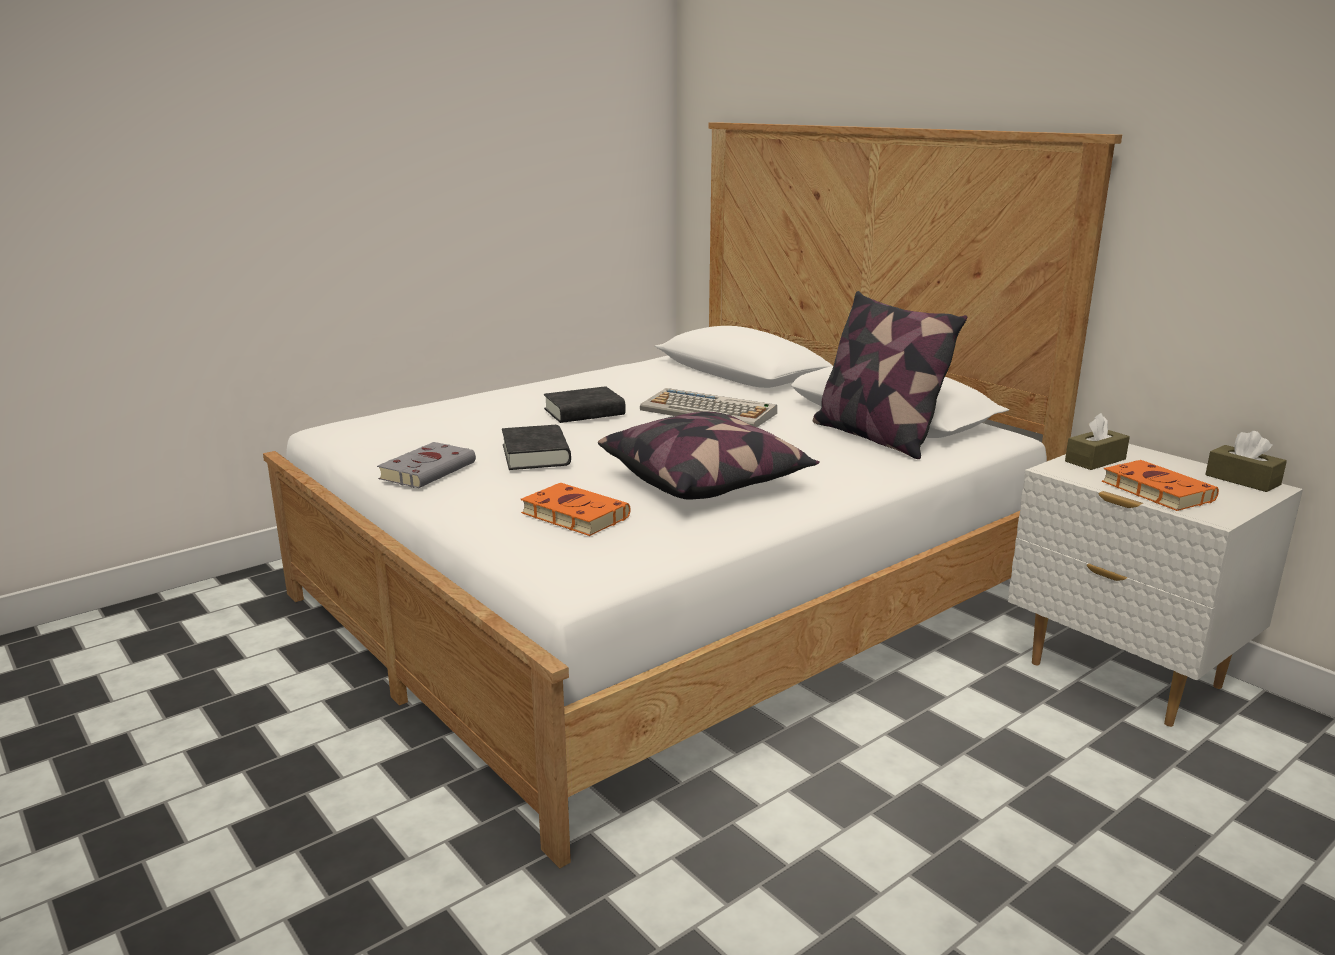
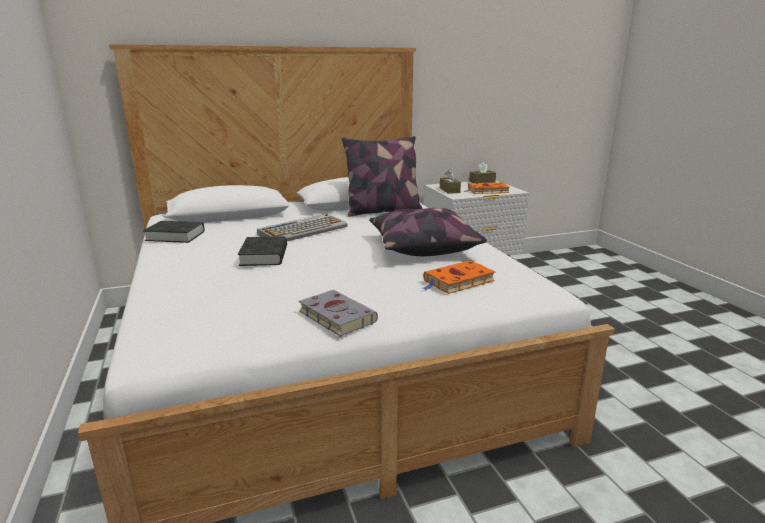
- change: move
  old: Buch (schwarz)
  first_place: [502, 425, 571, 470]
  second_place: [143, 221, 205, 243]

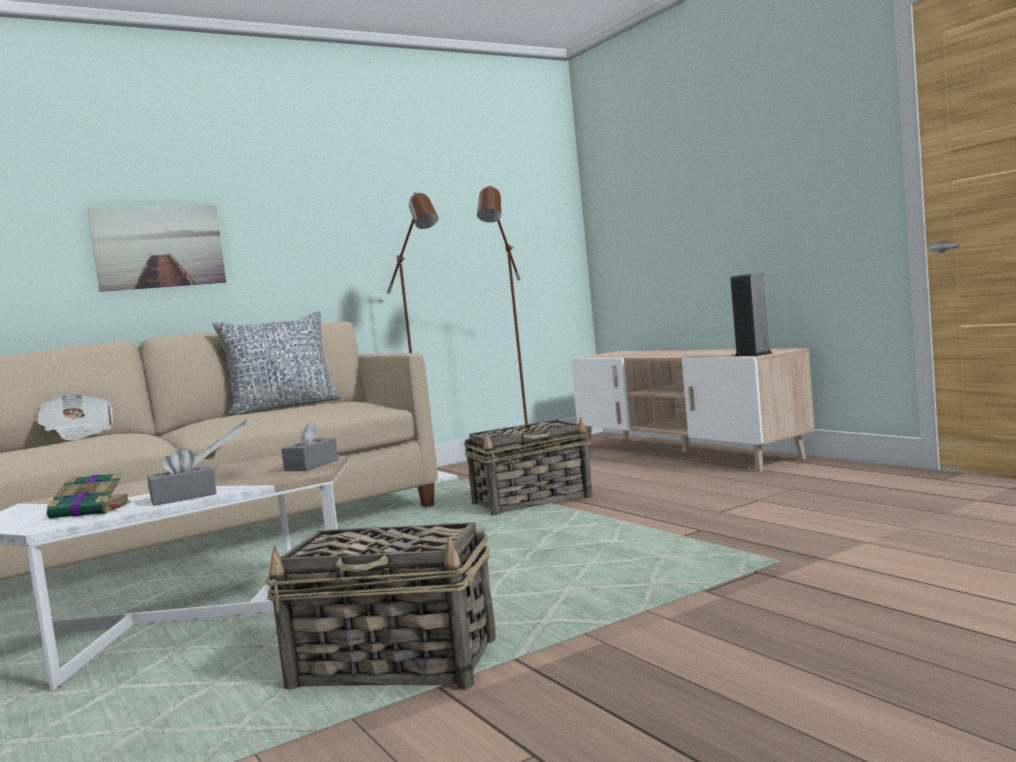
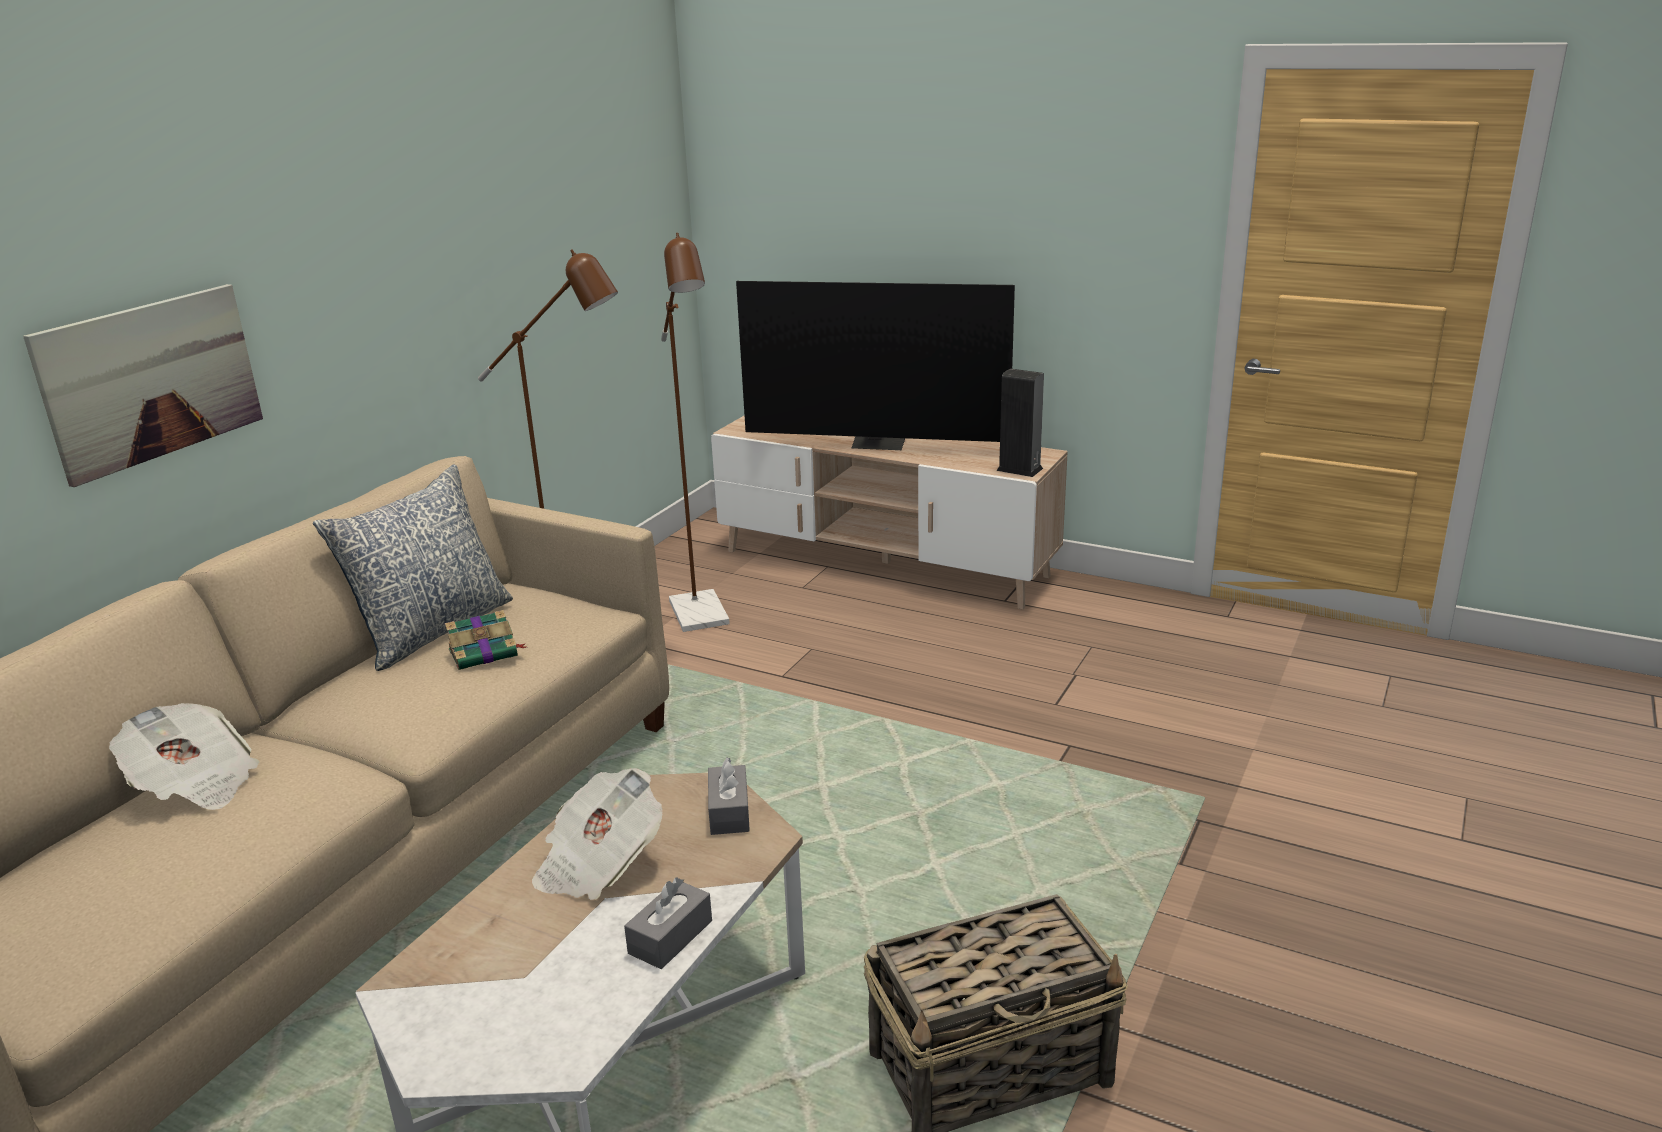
- change: move
  old: Buch
  first_place: [47, 472, 131, 519]
  second_place: [445, 610, 526, 670]
- change: delete
  old: Korb
  first_place: [464, 417, 593, 515]
- change: insert
  new: Fernseher
  second_place: [736, 281, 1015, 450]

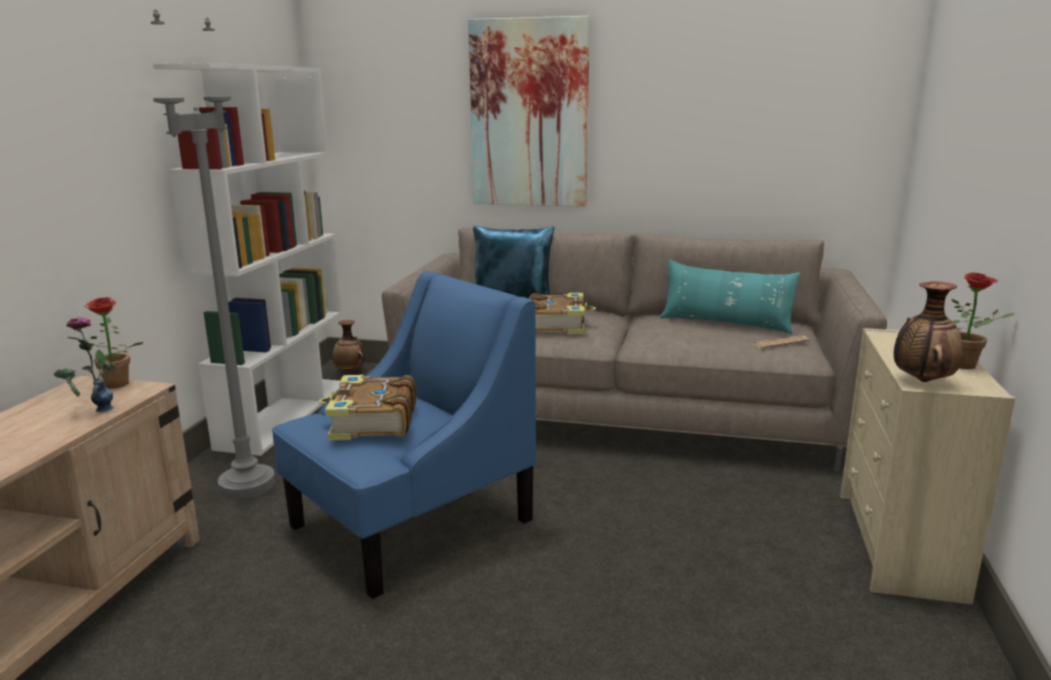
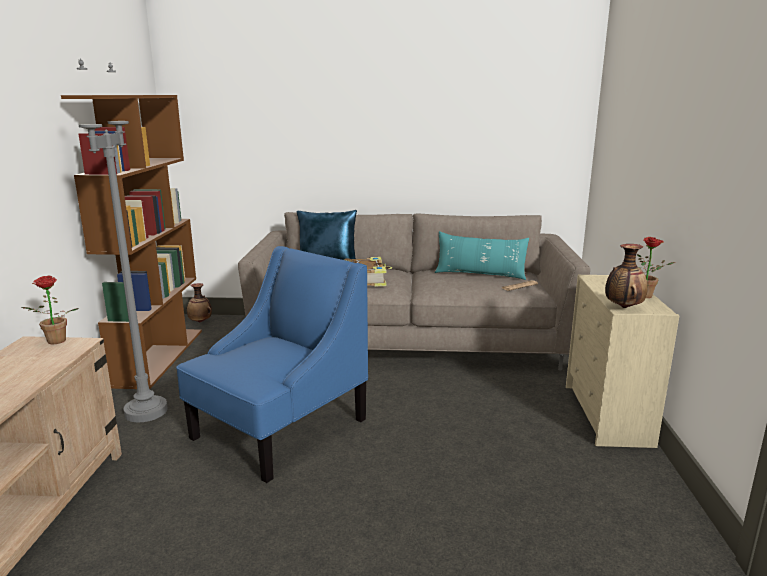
- change: delete
  old: Vase
  first_place: [53, 317, 117, 412]
- change: recolor
  old: Bücherregal (weiß)
  new: Bücherregal (braun)
  first_place: [153, 63, 342, 456]
  second_place: [61, 95, 202, 389]
- change: delete
  old: Buch
  first_place: [319, 375, 416, 440]
- change: delete
  old: Bild
  first_place: [468, 16, 590, 207]

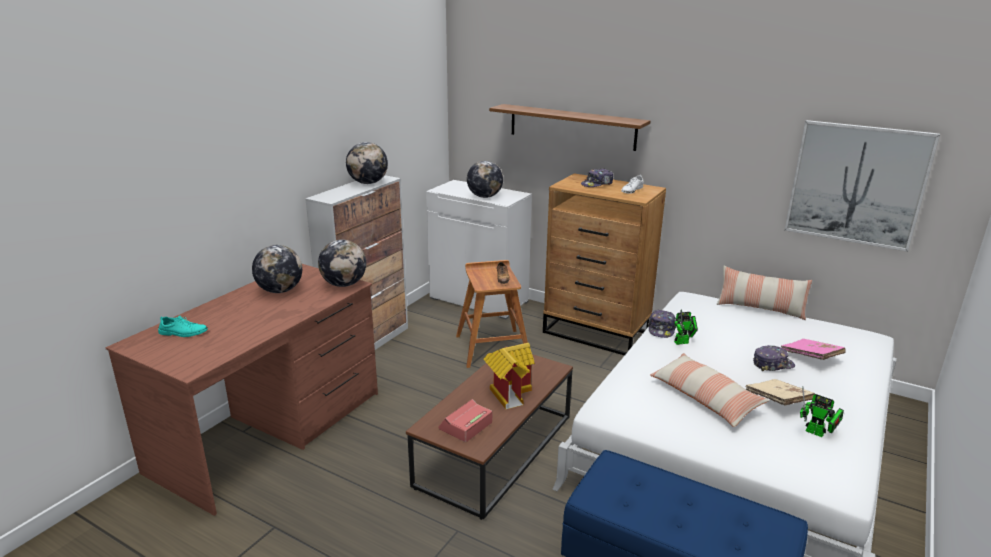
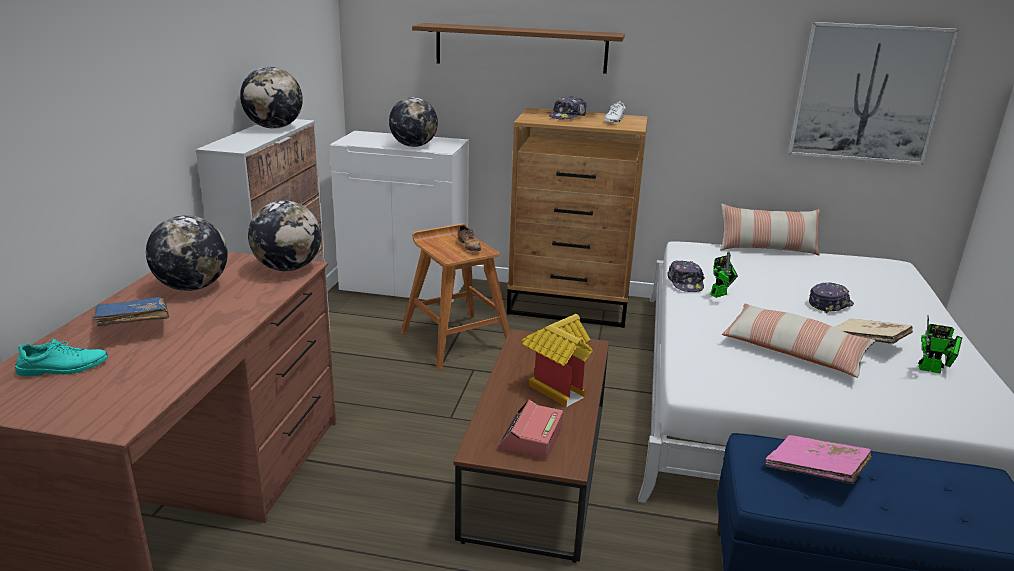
- change: move
  old: Buch (rosa)
  first_place: [781, 339, 846, 360]
  second_place: [765, 435, 872, 484]
- change: insert
  new: Buch (blau)
  second_place: [94, 297, 169, 327]

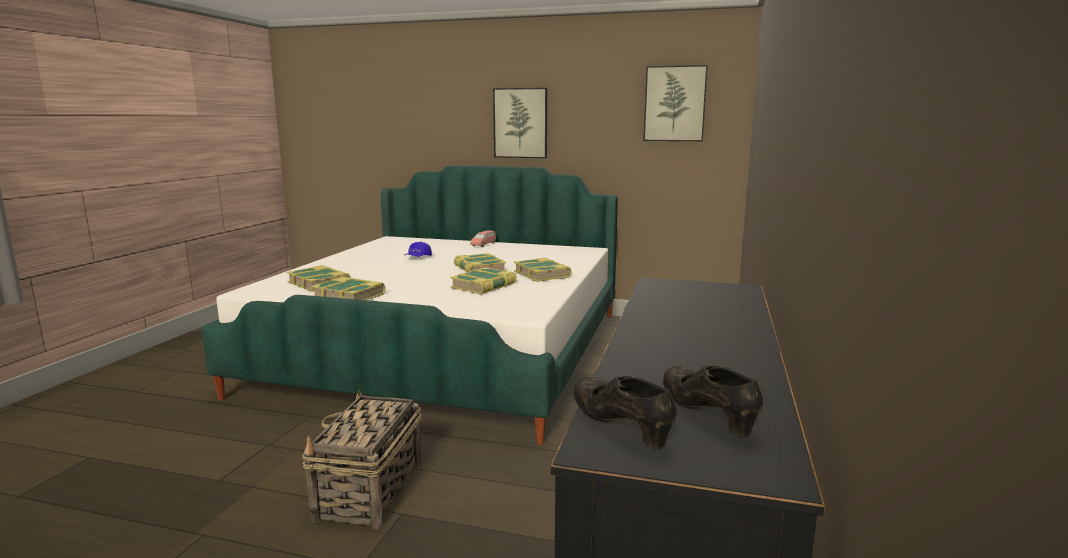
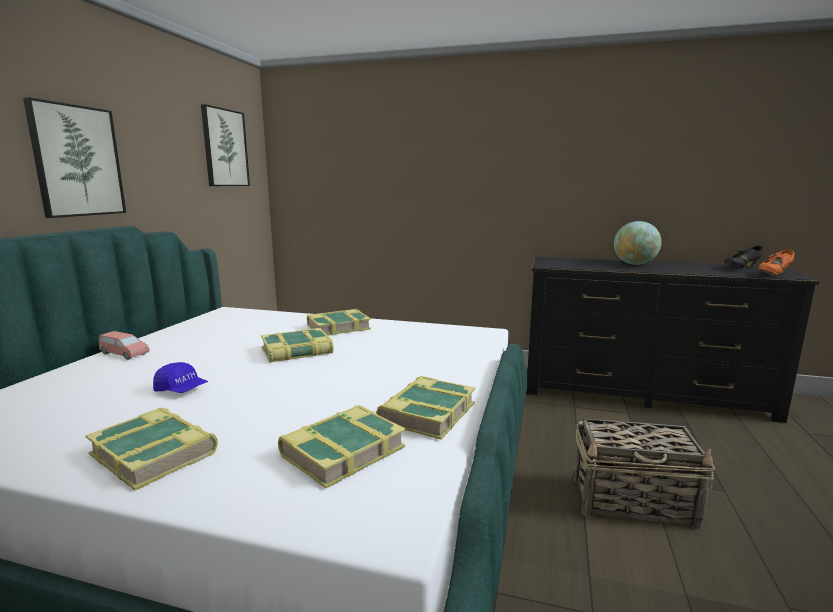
- change: move
  old: Buch
  first_place: [450, 267, 517, 295]
  second_place: [85, 408, 218, 491]
- change: recolor
  old: Schuh (schwarz)
  new: Schuh (orange)
  first_place: [574, 375, 677, 449]
  second_place: [759, 249, 794, 275]
- change: insert
  new: Globus
  second_place: [614, 221, 662, 265]

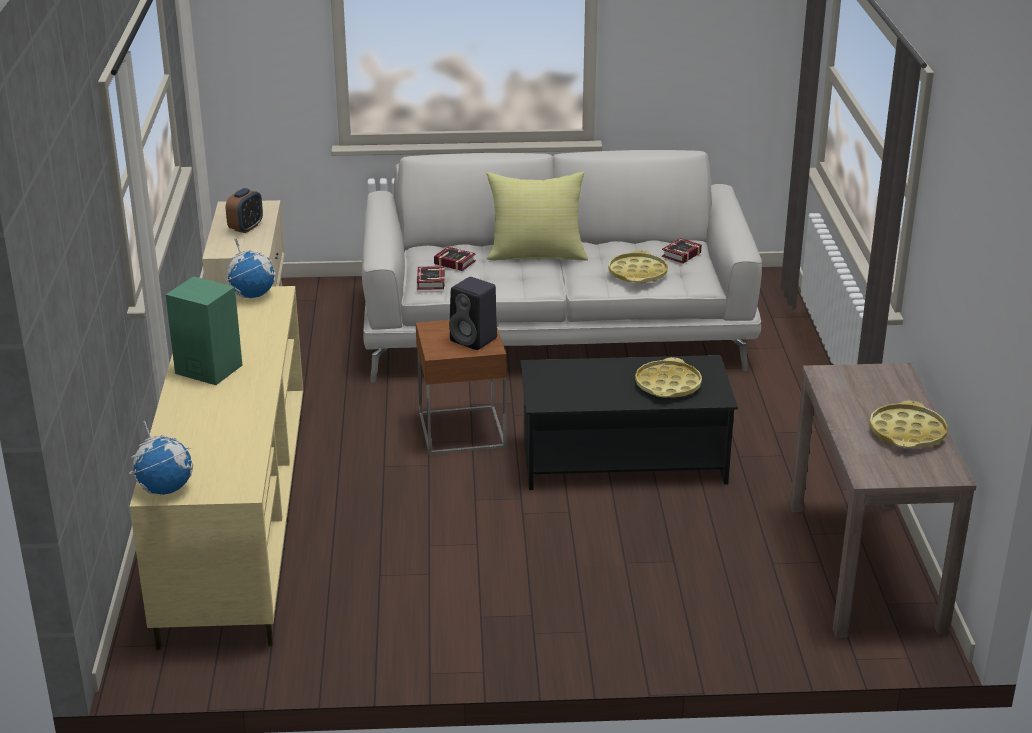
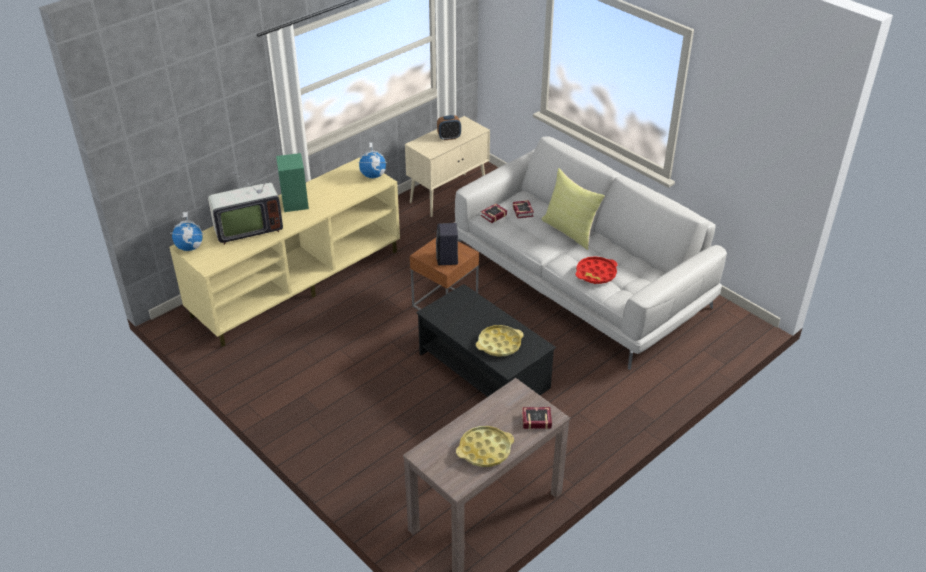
- change: recolor
  old: Tablett (gelb)
  new: Tablett (rot)
  first_place: [608, 250, 668, 283]
  second_place: [575, 256, 618, 284]
- change: move
  old: Buch
  first_place: [662, 238, 702, 264]
  second_place: [522, 407, 552, 429]
- change: insert
  new: Fernseher
  second_place: [208, 160, 283, 245]

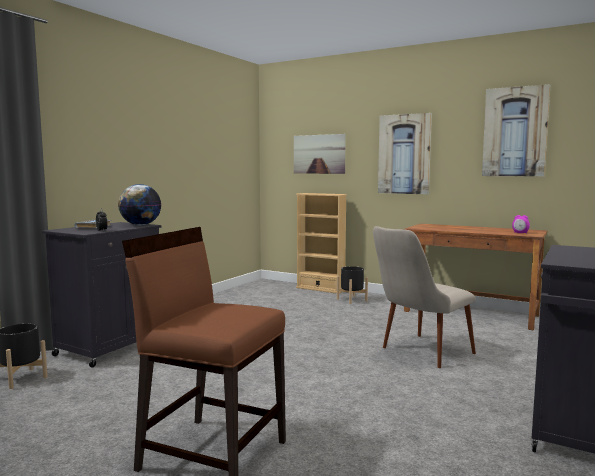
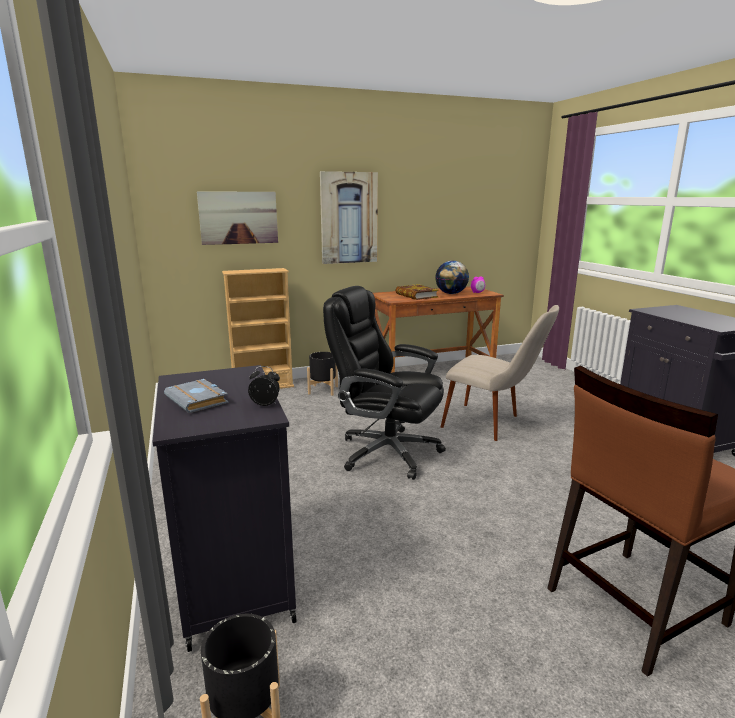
- change: move
  old: Globus
  first_place: [118, 184, 161, 225]
  second_place: [435, 261, 469, 294]
- change: rotate
  old: Stuhl (beige)
  first_place: [373, 226, 476, 368]
  second_place: [441, 305, 559, 441]
  degrees: -60
- change: delete
  old: Bild
  first_place: [482, 84, 550, 176]
- change: insert
  new: Bürostuhl (schwarz)
  second_place: [323, 286, 446, 480]
- change: insert
  new: Buch
  second_place: [395, 284, 439, 300]

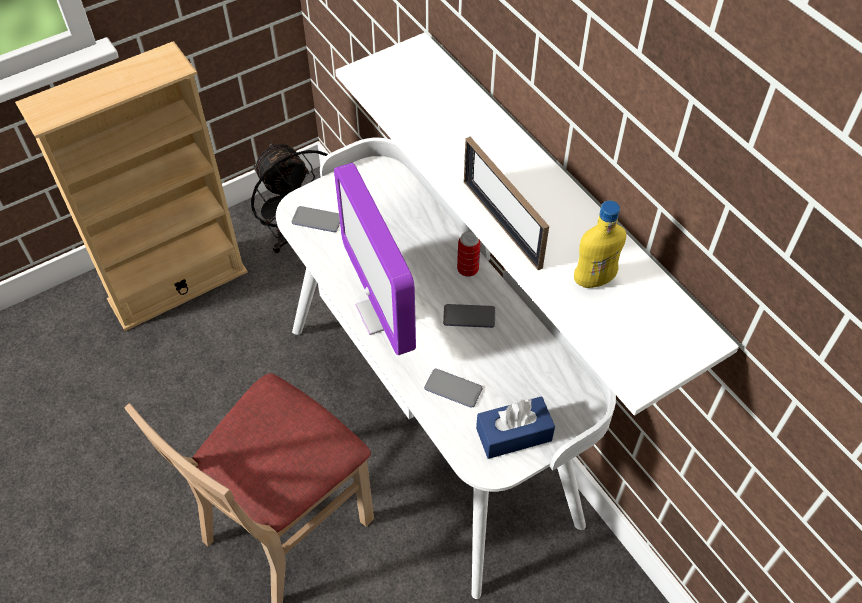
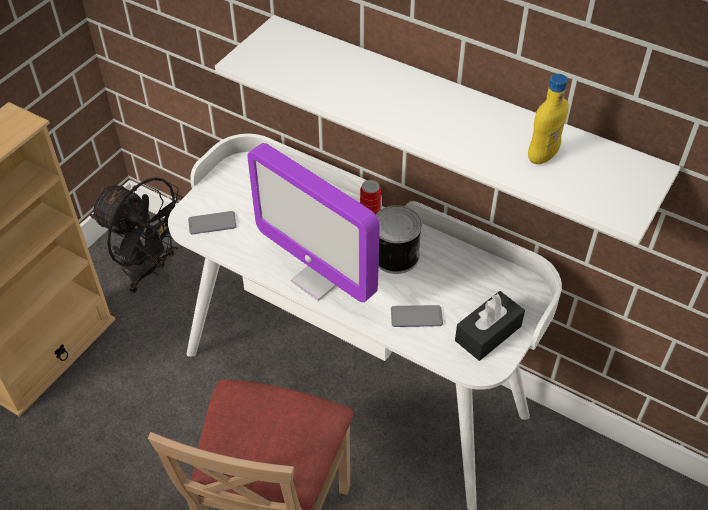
- change: replace
  old: Handy
  new: Dose
  first_place: [443, 304, 495, 328]
  second_place: [376, 205, 422, 274]
- change: delete
  old: Bilderrahmen
  first_place: [464, 137, 549, 271]
- change: recolor
  old: Taschentuchbox (blau)
  new: Taschentuchbox (schwarz)
  first_place: [476, 396, 555, 459]
  second_place: [455, 291, 525, 361]

